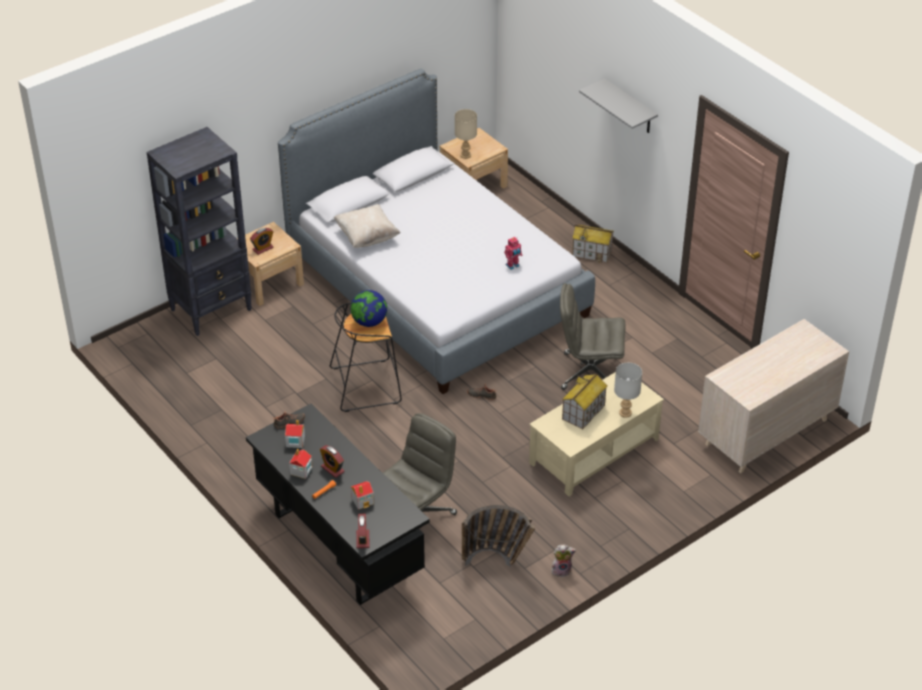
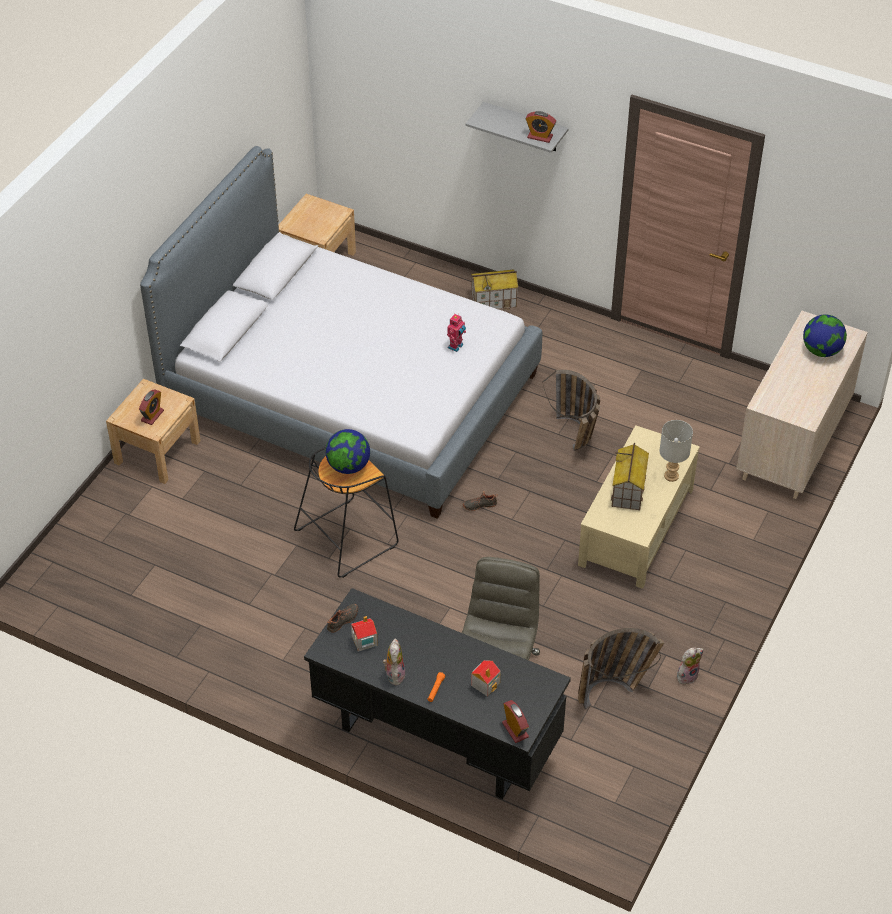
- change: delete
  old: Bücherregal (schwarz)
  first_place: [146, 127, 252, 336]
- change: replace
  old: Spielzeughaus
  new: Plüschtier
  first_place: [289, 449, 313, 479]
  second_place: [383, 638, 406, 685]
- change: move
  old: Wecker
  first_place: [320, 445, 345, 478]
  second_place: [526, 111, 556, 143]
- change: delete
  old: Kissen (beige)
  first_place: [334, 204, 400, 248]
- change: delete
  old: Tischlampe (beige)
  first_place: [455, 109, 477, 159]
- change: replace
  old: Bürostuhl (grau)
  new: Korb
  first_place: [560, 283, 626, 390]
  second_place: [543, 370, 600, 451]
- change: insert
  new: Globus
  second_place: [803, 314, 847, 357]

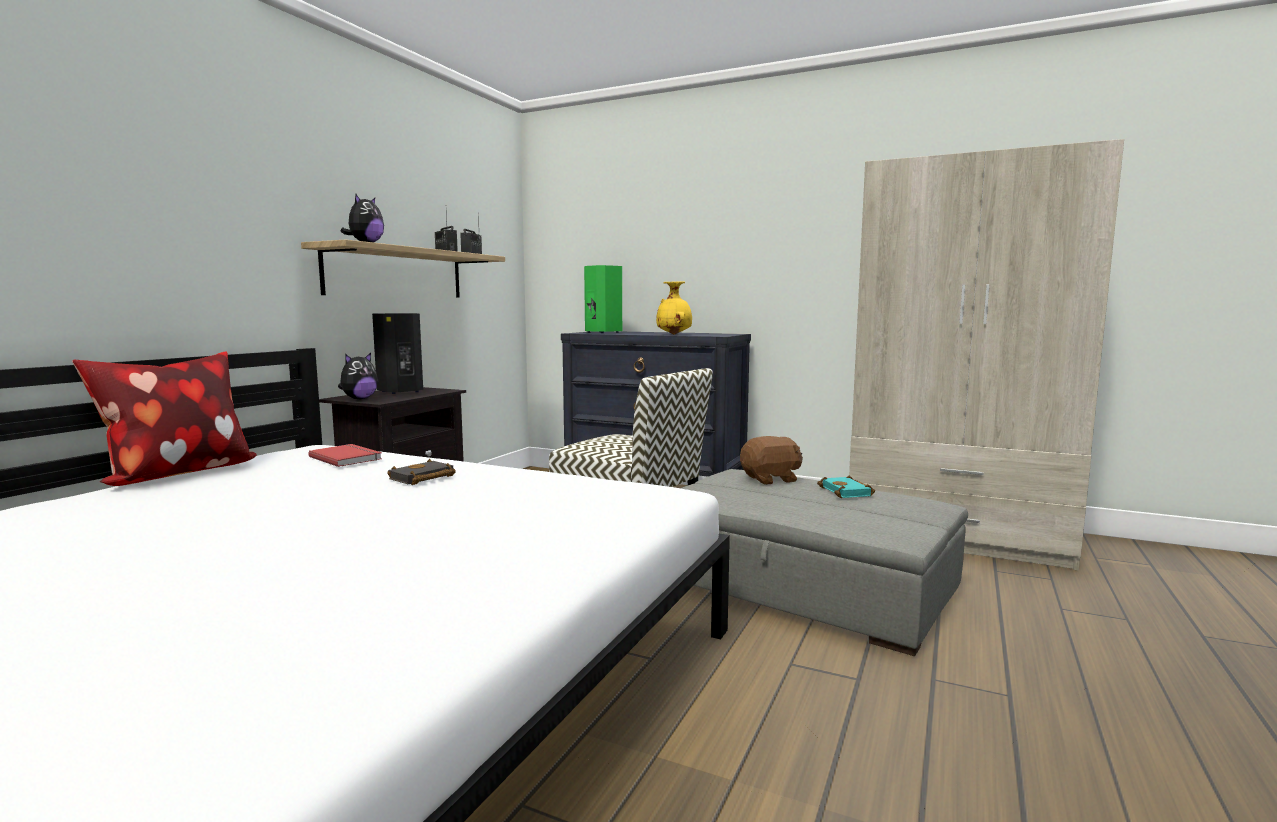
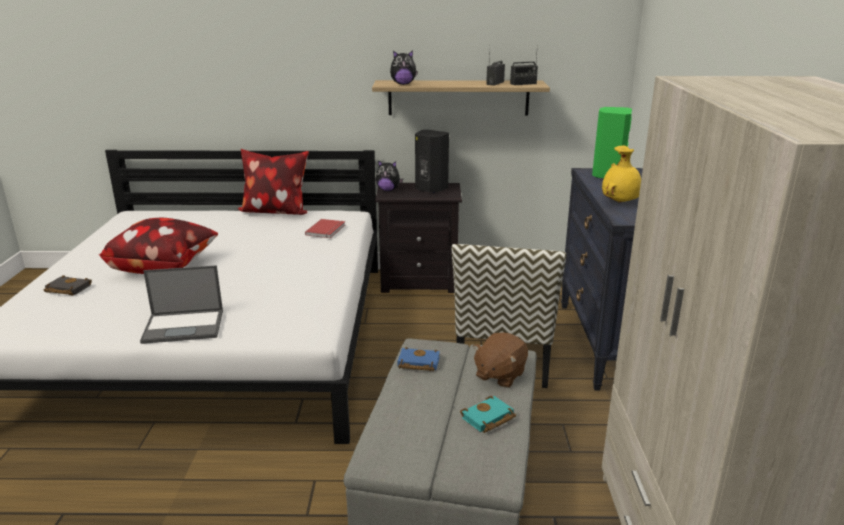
- change: move
  old: Buch (schwarz)
  first_place: [387, 459, 456, 485]
  second_place: [44, 275, 92, 296]
- change: rotate
  old: Plüschtier (braun)
  first_place: [740, 436, 803, 485]
  second_place: [473, 333, 528, 388]
  degrees: 75
- change: insert
  new: Kissen
  second_place: [99, 218, 218, 274]
- change: insert
  new: Laptop
  second_place: [140, 265, 223, 344]
- change: insert
  new: Buch (blau)
  second_place: [397, 347, 440, 372]

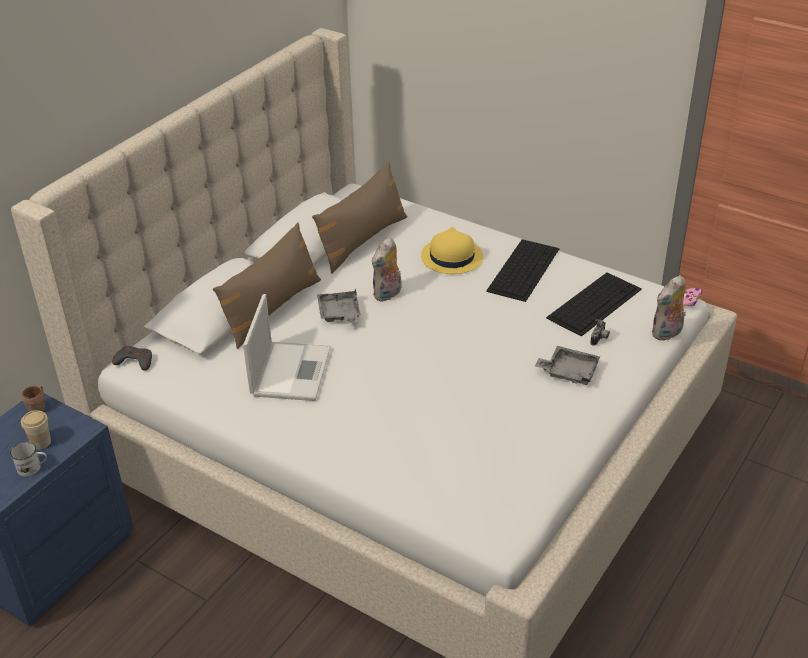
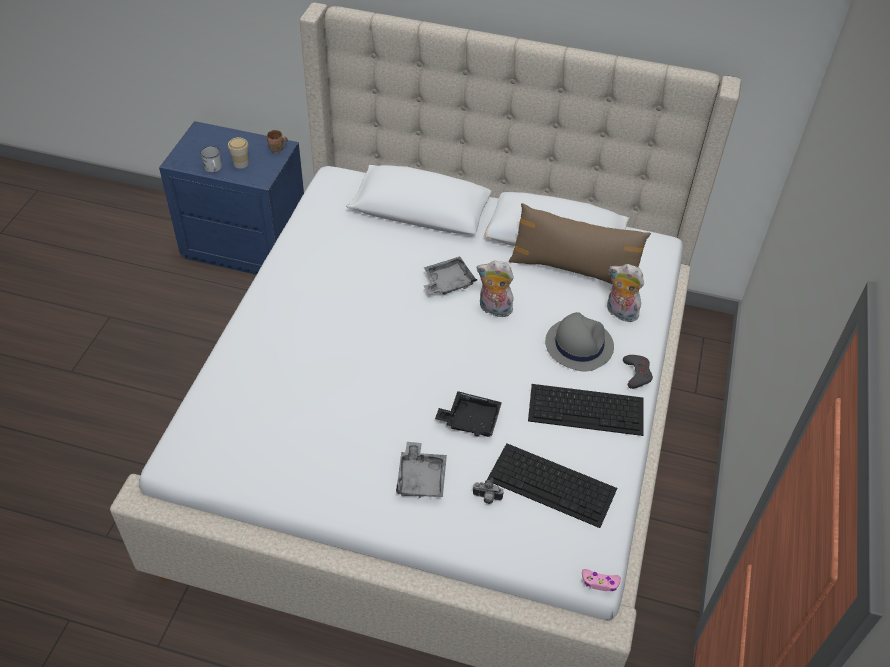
- change: move
  old: Gamepad (grau)
  first_place: [112, 346, 152, 371]
  second_place: [623, 355, 653, 389]
- change: delete
  old: Kissen (braun)
  first_place: [213, 223, 321, 349]
- change: delete
  old: Laptop
  first_place: [243, 294, 331, 401]
- change: recolor
  old: Hut (gelb)
  new: Hut (grau)
  first_place: [421, 227, 483, 274]
  second_place: [545, 312, 614, 372]
- change: move
  old: Plüschtier
  first_place: [651, 275, 686, 341]
  second_place: [607, 264, 644, 322]
- change: insert
  new: Tablett (schwarz)
  second_place: [435, 391, 502, 437]

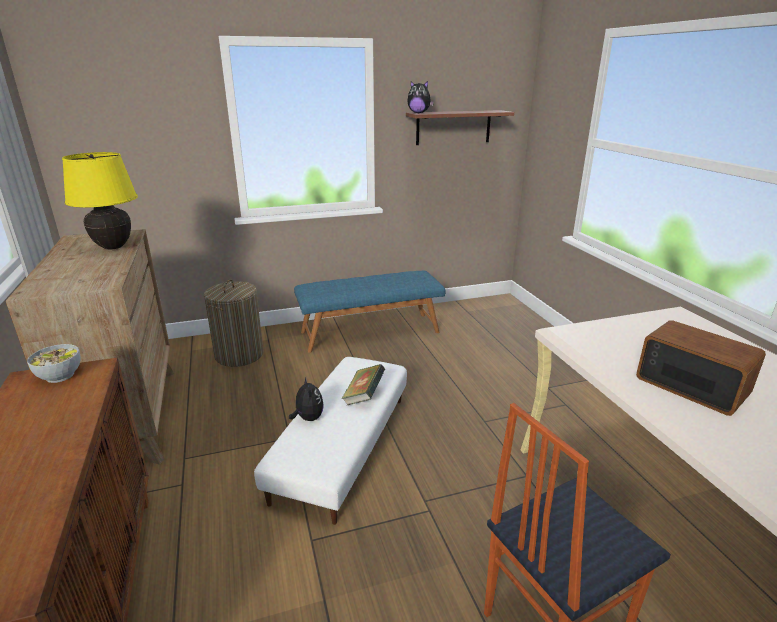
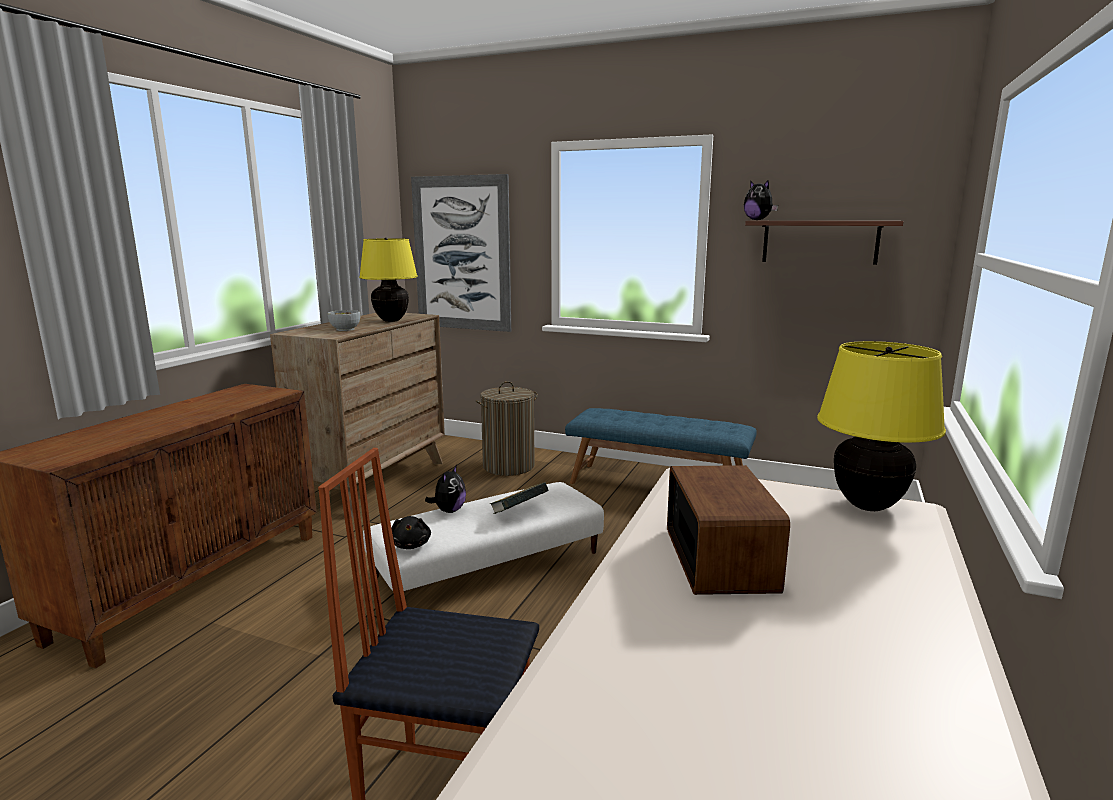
- change: move
  old: Schüssel
  first_place: [27, 344, 81, 383]
  second_place: [328, 310, 360, 331]
- change: insert
  new: Plüschtier (schwarz)
  second_place: [392, 516, 431, 549]
- change: insert
  new: Bild
  second_place: [411, 174, 511, 332]
- change: insert
  new: Tischlampe (gelb)
  second_place: [817, 341, 946, 511]

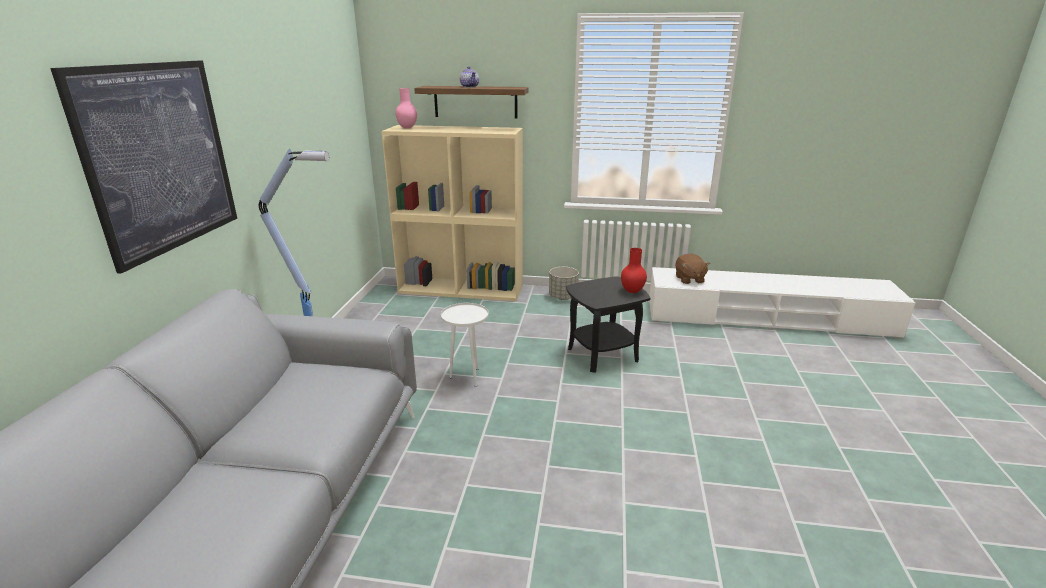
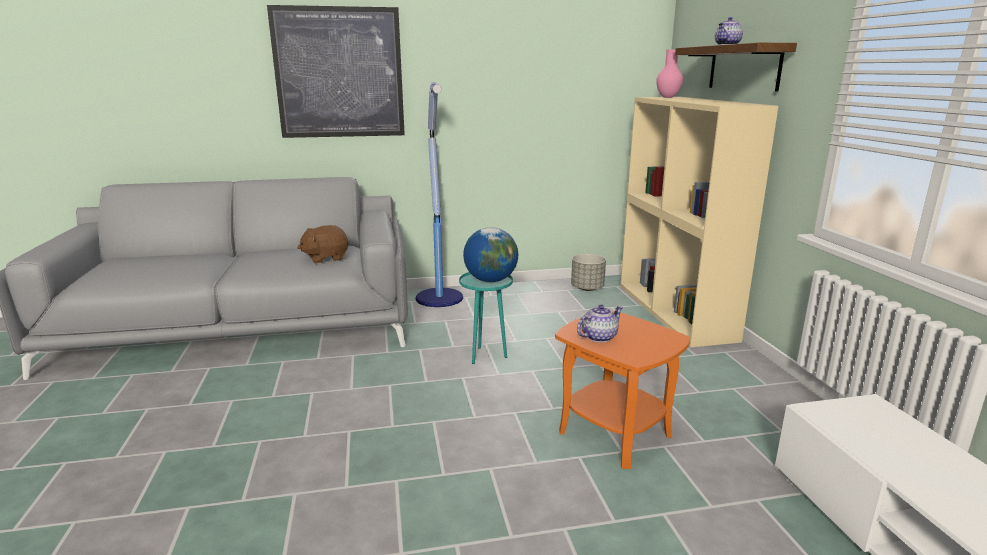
- change: recolor
  old: Beistelltisch (weiß)
  new: Beistelltisch (türkis)
  first_place: [441, 303, 489, 387]
  second_place: [459, 272, 513, 364]
- change: move
  old: Pflanzkübel (grau)
  first_place: [549, 267, 579, 300]
  second_place: [571, 254, 606, 291]
- change: recolor
  old: Beistelltisch (schwarz)
  new: Beistelltisch (orange)
  first_place: [566, 276, 651, 373]
  second_place: [555, 311, 690, 469]
- change: delete
  old: Vase (rot)
  first_place: [621, 248, 647, 293]
- change: move
  old: Plüschtier (braun)
  first_place: [675, 253, 710, 284]
  second_place: [297, 225, 349, 264]
- change: insert
  new: Globus
  second_place: [463, 227, 518, 282]
- change: insert
  new: Teekanne
  second_place: [577, 305, 623, 342]

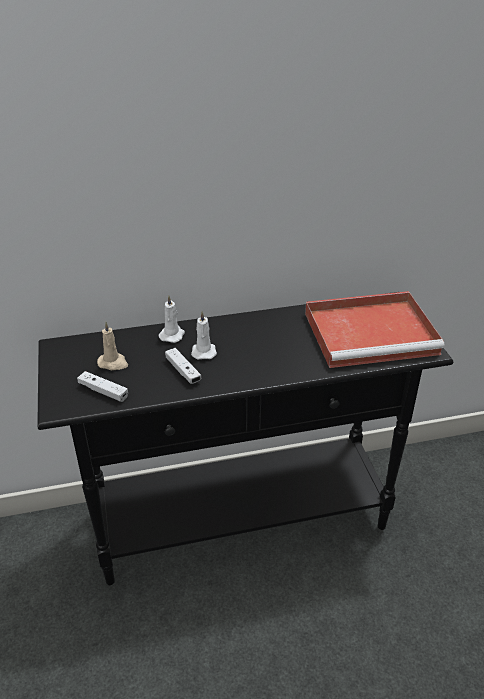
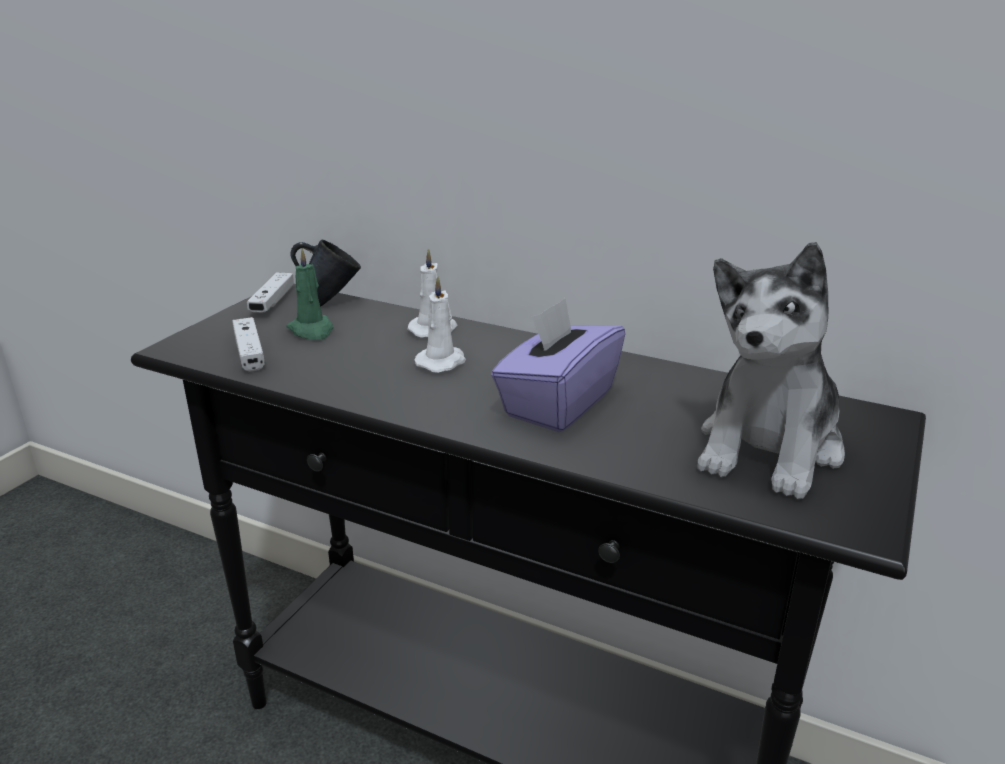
- change: recolor
  old: Kerze (beige)
  new: Kerze (grün)
  first_place: [97, 322, 128, 370]
  second_place: [286, 249, 333, 340]
- change: move
  old: Gamepad (weiß)
  first_place: [165, 348, 201, 384]
  second_place: [247, 273, 294, 313]
- change: replace
  old: Tablett (rot)
  new: Plüschtier
  first_place: [305, 291, 445, 368]
  second_place: [697, 242, 845, 499]
- change: insert
  new: Henkelbecher (blau)
  second_place: [291, 240, 361, 306]
- change: insert
  new: Taschentuchbox (lila)
  second_place: [491, 298, 626, 432]

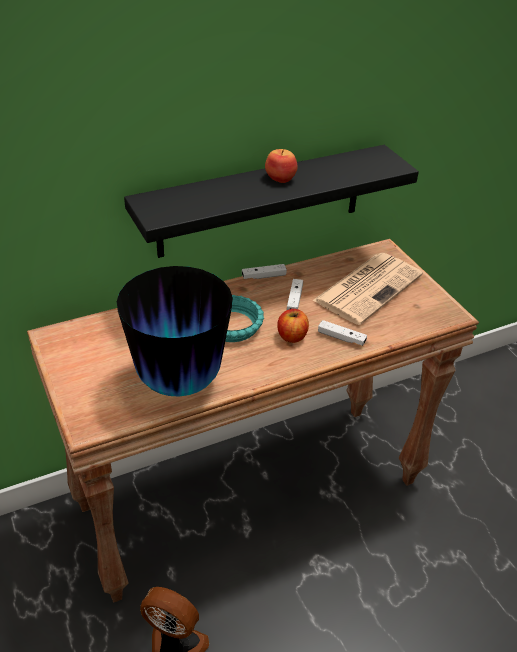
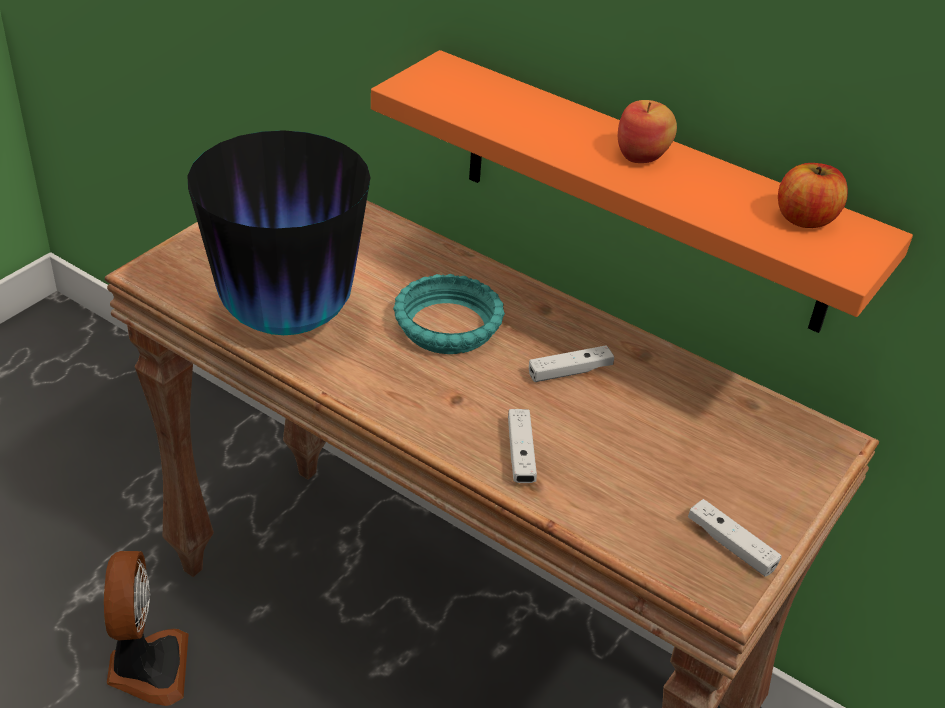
- change: recolor
  old: Wandregal (schwarz)
  new: Wandregal (orange)
  first_place: [124, 145, 419, 258]
  second_place: [371, 50, 913, 333]
- change: move
  old: Gamepad (weiß)
  first_place: [242, 264, 287, 279]
  second_place: [688, 499, 782, 577]
- change: move
  old: Apfel
  first_place: [277, 309, 309, 343]
  second_place: [778, 163, 848, 228]
- change: delete
  old: Zeitung
  first_place: [312, 253, 423, 325]

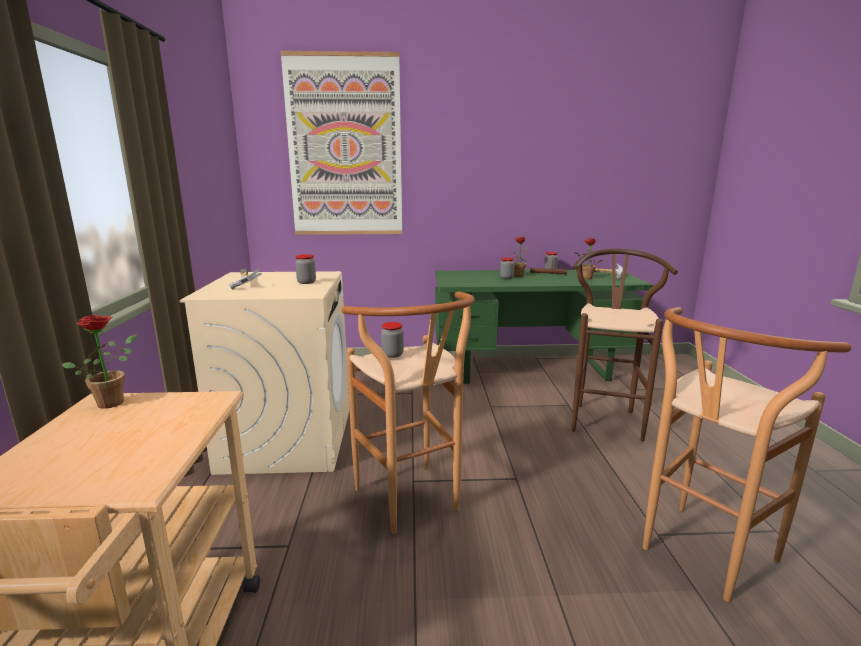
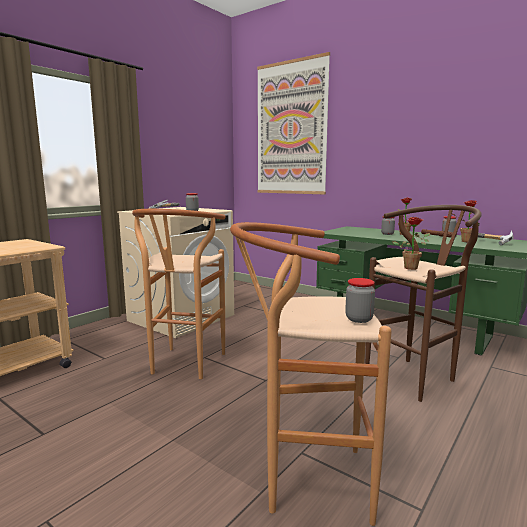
- change: move
  old: Topfpflanze
  first_place: [62, 315, 137, 409]
  second_place: [393, 217, 430, 270]
- change: move
  old: Vorratsglas
  first_place: [381, 322, 404, 358]
  second_place: [345, 278, 375, 323]

